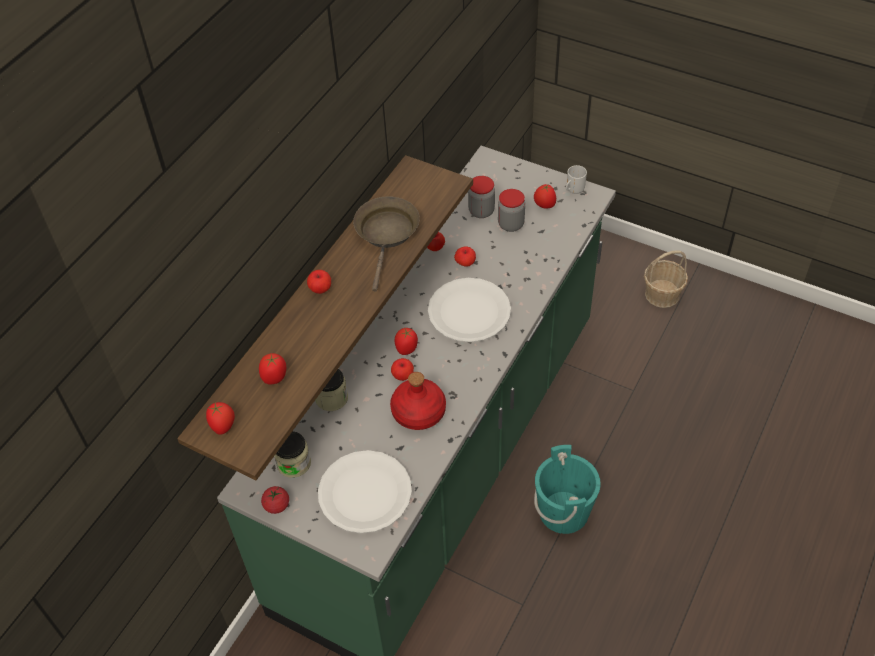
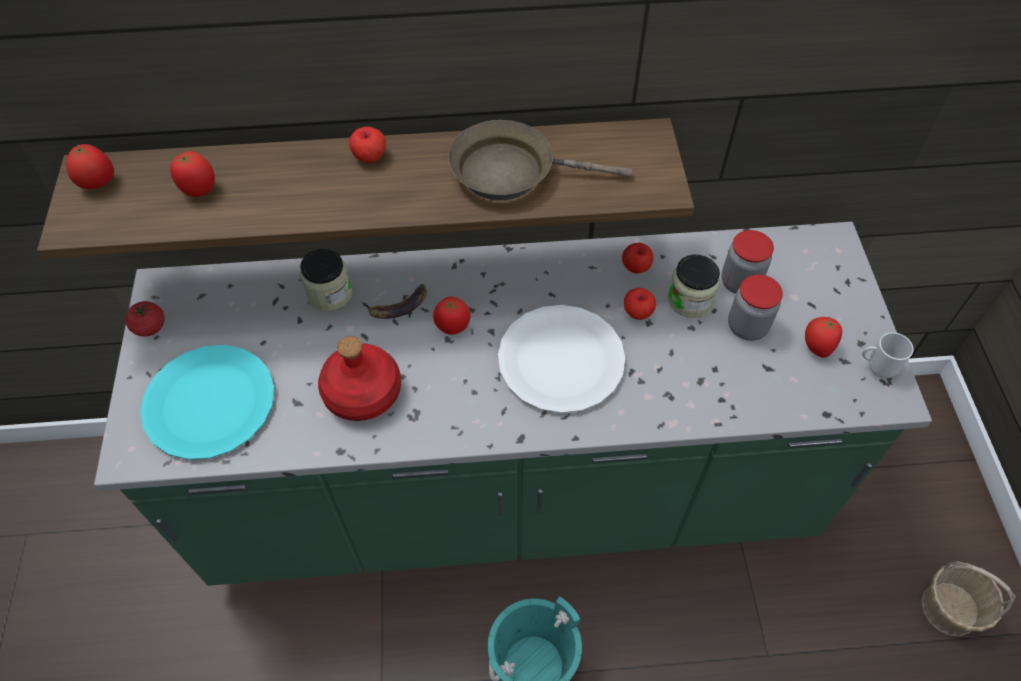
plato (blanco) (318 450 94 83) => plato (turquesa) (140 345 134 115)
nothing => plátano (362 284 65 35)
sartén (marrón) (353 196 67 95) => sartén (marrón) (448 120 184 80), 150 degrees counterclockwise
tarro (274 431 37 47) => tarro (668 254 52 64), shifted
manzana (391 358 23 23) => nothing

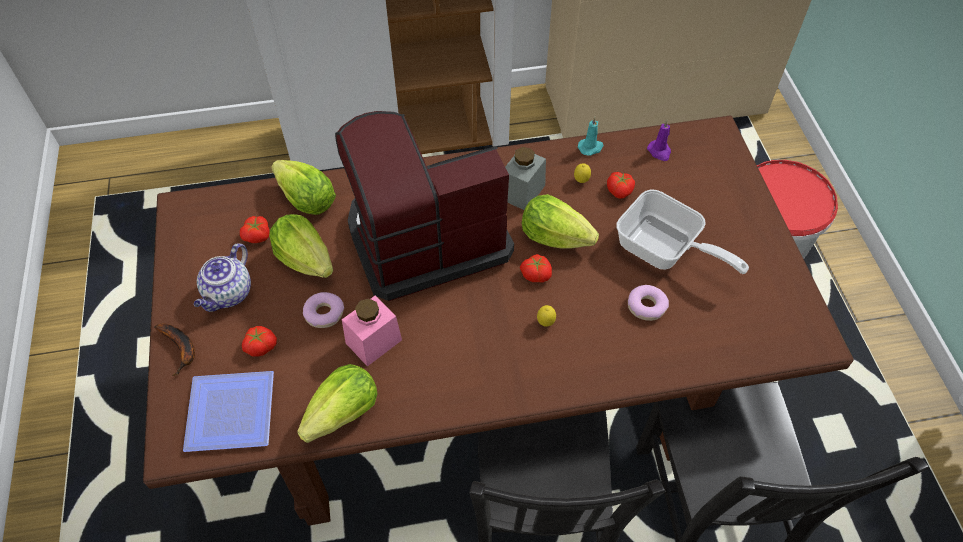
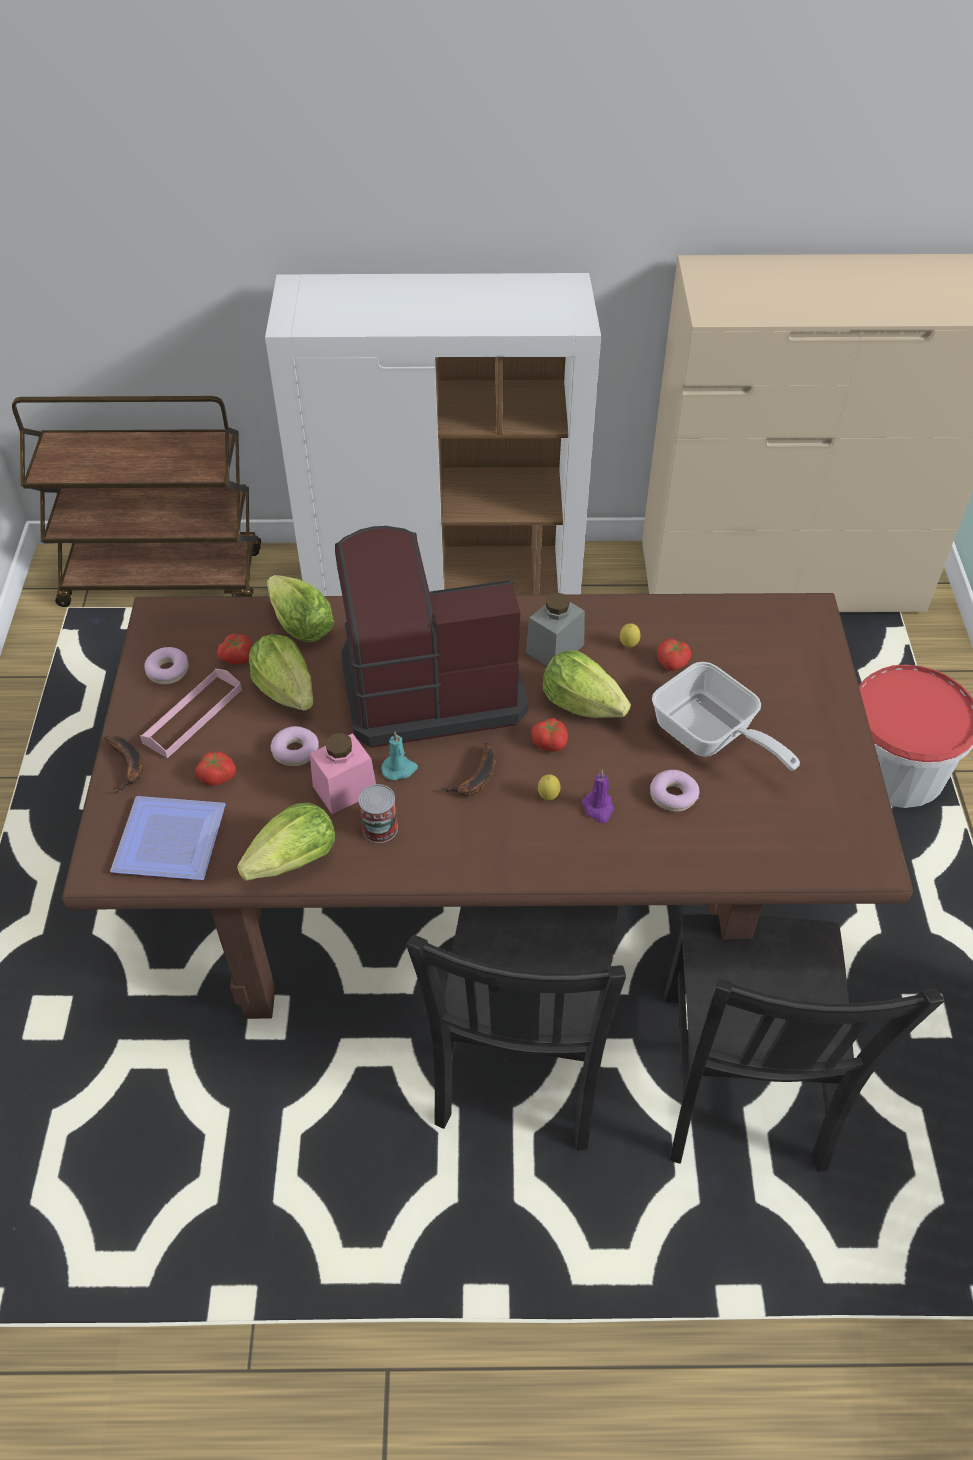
nothing => carrito (marrón) (12 396 249 211)
tetera (194 243 57 69) => bandeja (rosa) (140 669 102 89)
nothing => rosquilla (144 647 45 37)
nothing => lata (358 784 40 59)
vela (turquesa) (578 117 26 39) => vela (turquesa) (381 731 37 50), shifted
nothing => plátano (441 743 55 53)
vela (morado) (647 120 24 41) => vela (morado) (581 770 33 53), shifted

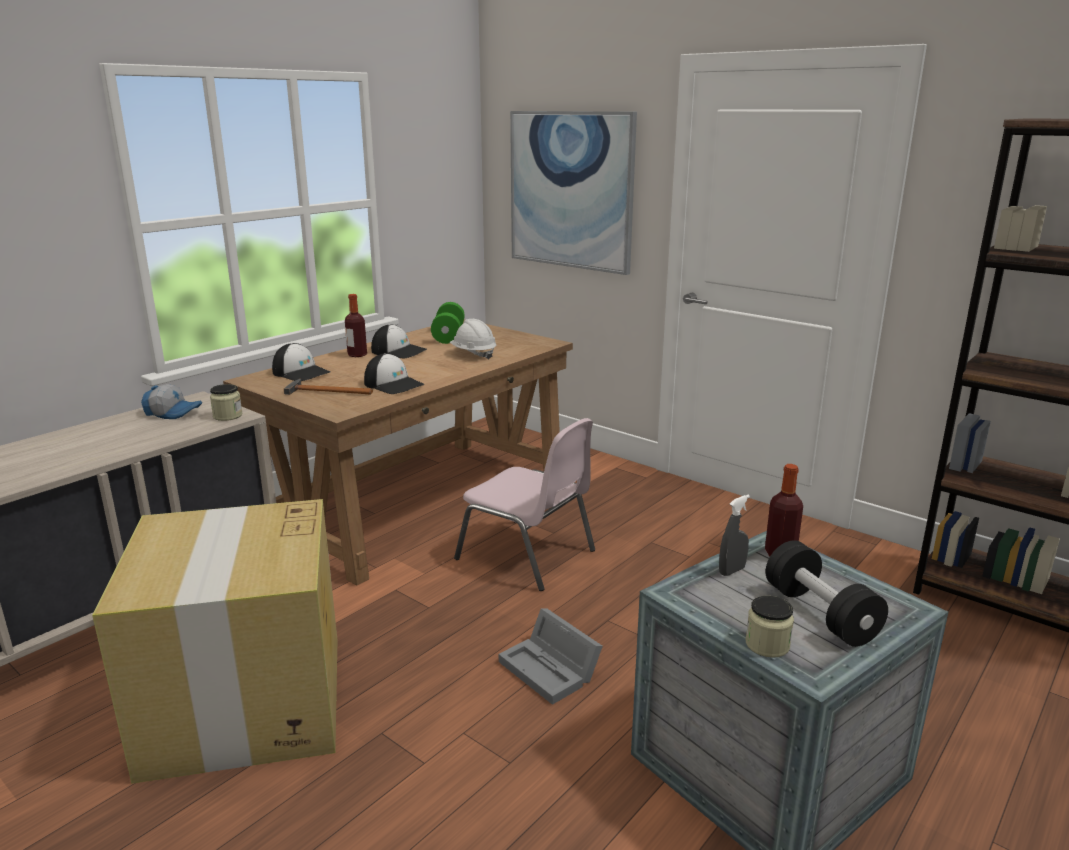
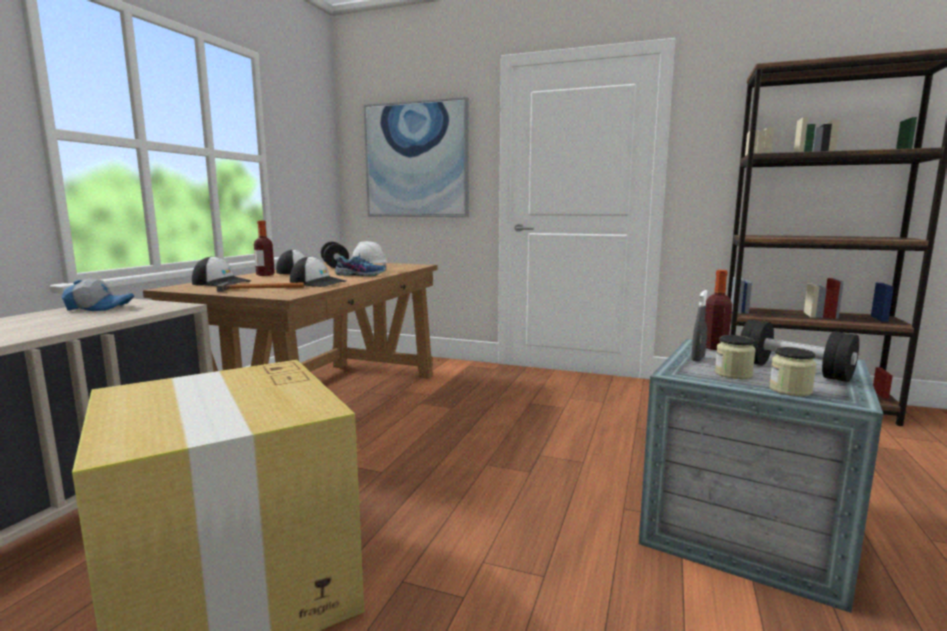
mancuerna (verde) (431 302 34 42) => mancuerna (negro) (321 242 28 26)
nothing => zapato (335 253 51 23)
tarro (210 384 33 37) => tarro (715 335 41 44), shifted
silla (rosa) (454 418 141 173) => nothing
caja de almacenaje (gris) (499 608 104 97) => nothing

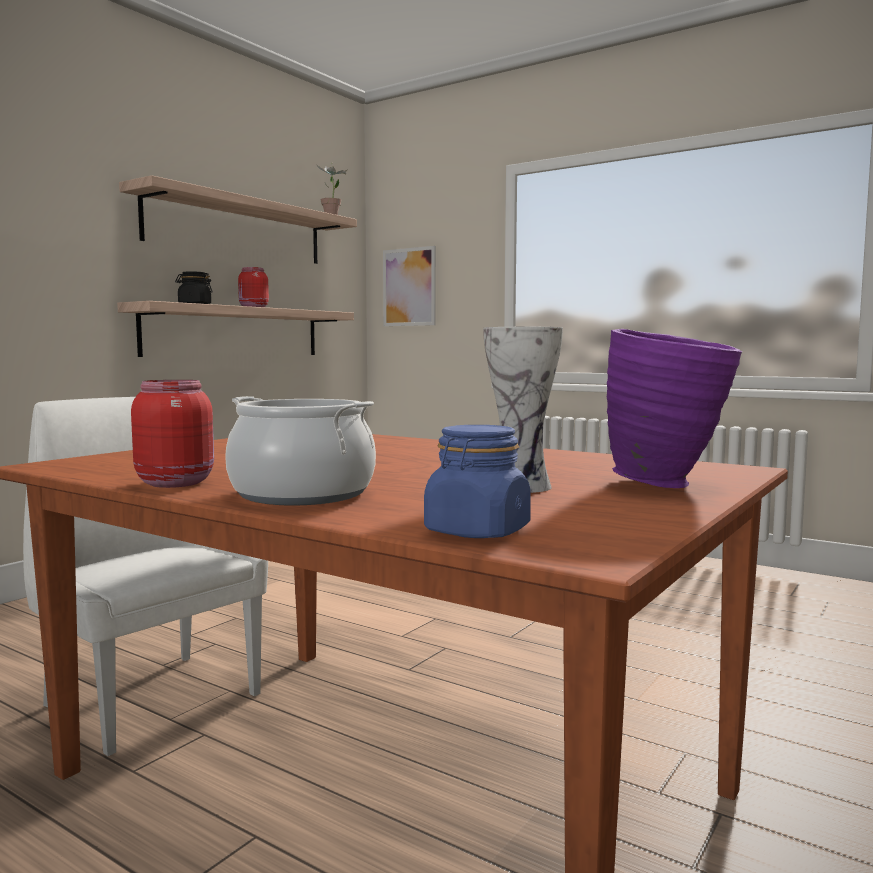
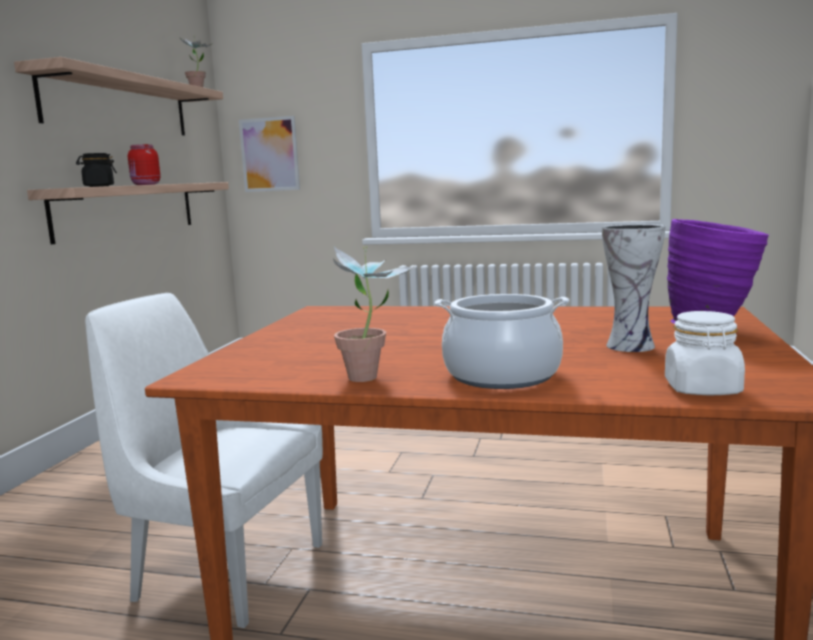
tarro (rojo) (131 380 83 108) => planta en maceta (333 246 81 136)
tarro (azul) (424 425 107 113) => tarro (blanco) (665 311 80 84)

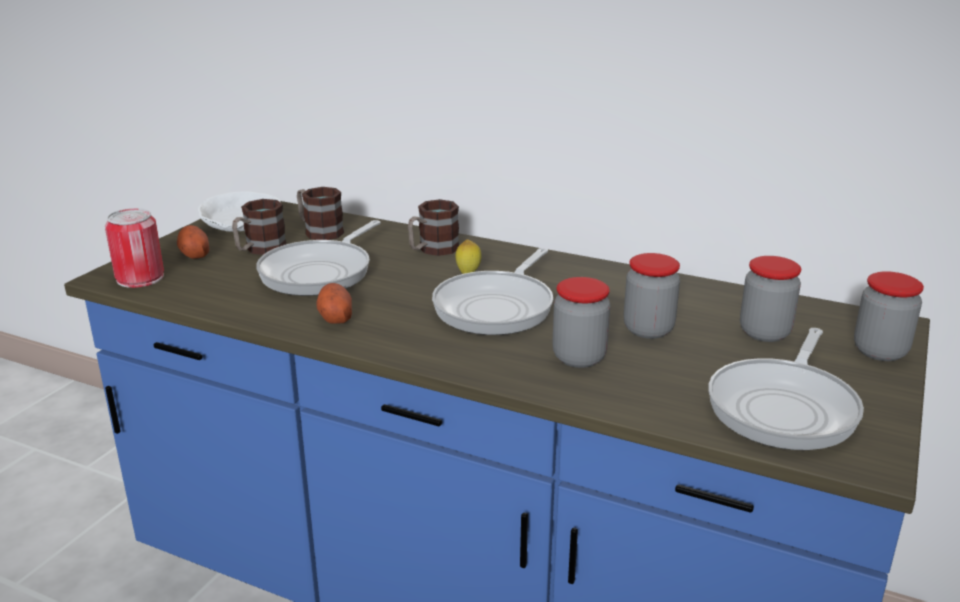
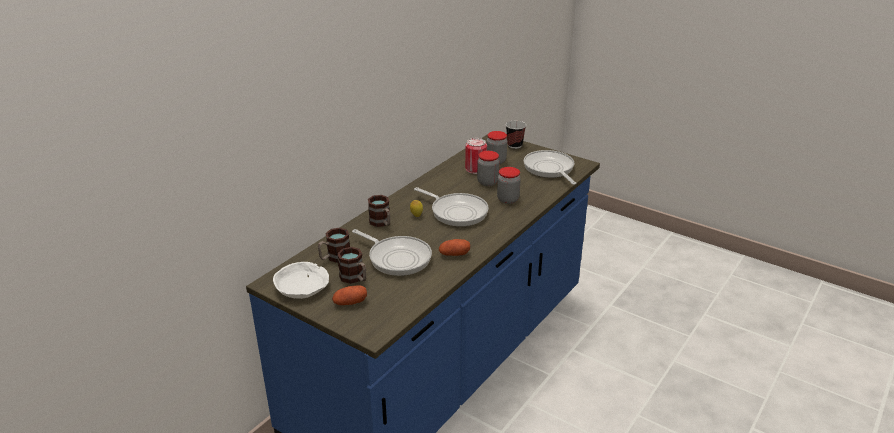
lata (105 208 59 80) => lata (465 138 22 36), shifted
tarro (854 271 70 90) => taza (506 121 20 28)
sartén (708 328 156 122) => sartén (524 150 52 35), 150 degrees counterclockwise

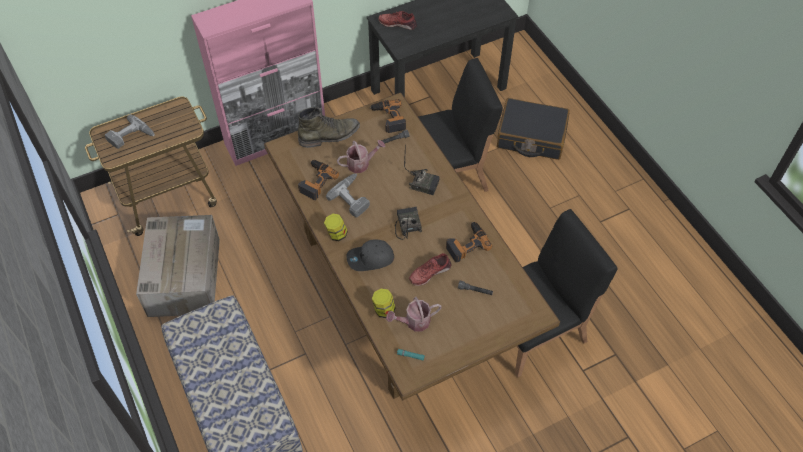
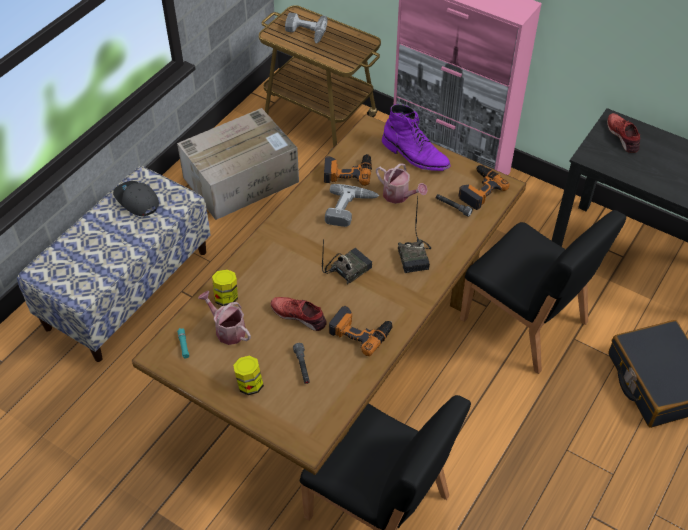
gorra (gris) (346 239 48 32) => gorra (gris) (113 181 46 35), shifted
tarro (324 214 24 27) => tarro (233 356 31 39), shifted
bota (verde) (298 107 62 41) => bota (morado) (382 104 69 67)

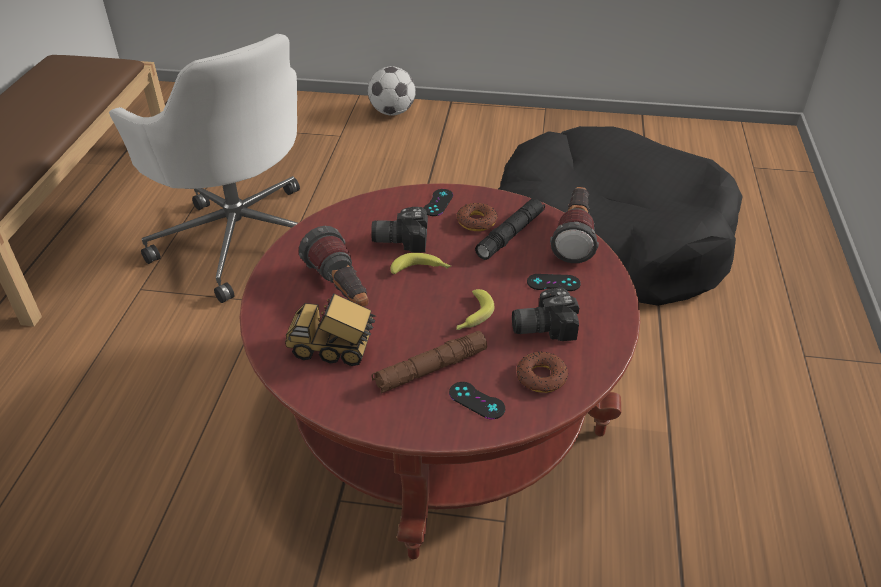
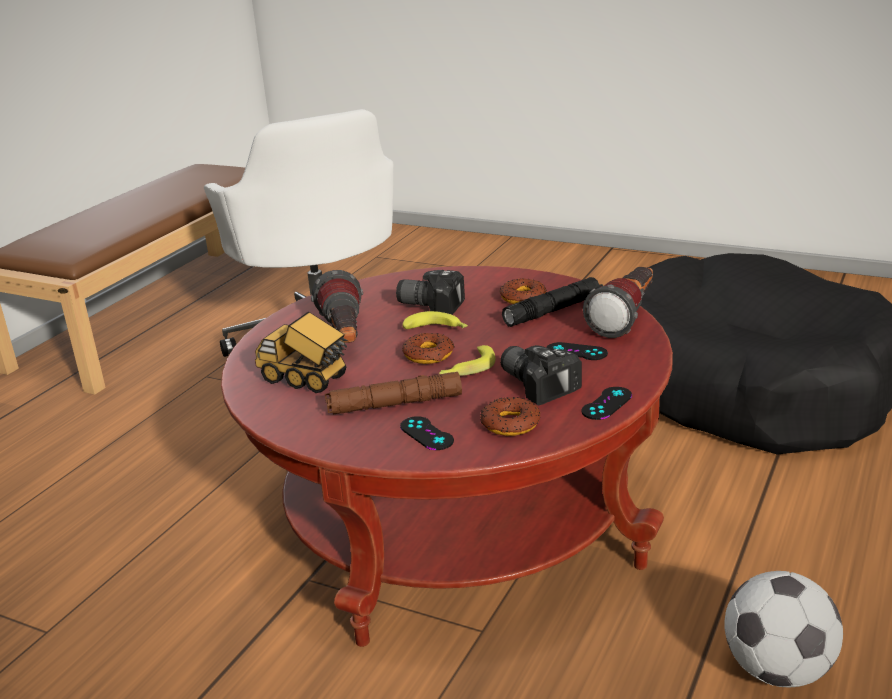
nothing => rosquilla (402 333 52 31)
cámara (512 288 67 53) => cámara (500 345 82 61), 45 degrees clockwise
mando de consola (negro) (424 189 29 27) => mando de consola (negro) (581 387 51 33), shifted
balón de fútbol (368 66 48 50) => balón de fútbol (724 571 119 116), shifted

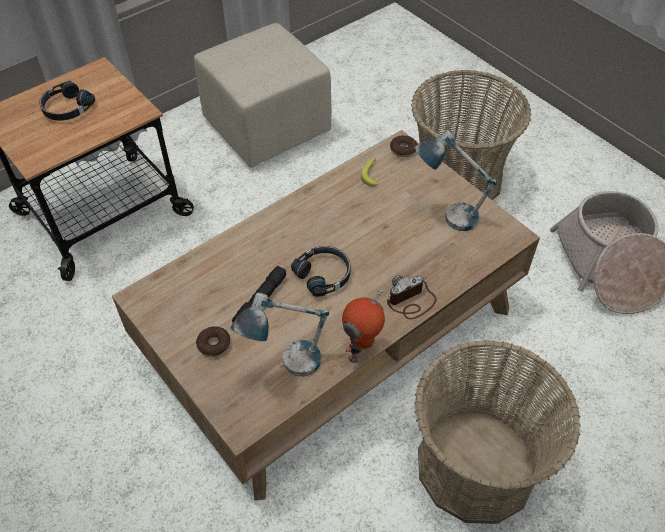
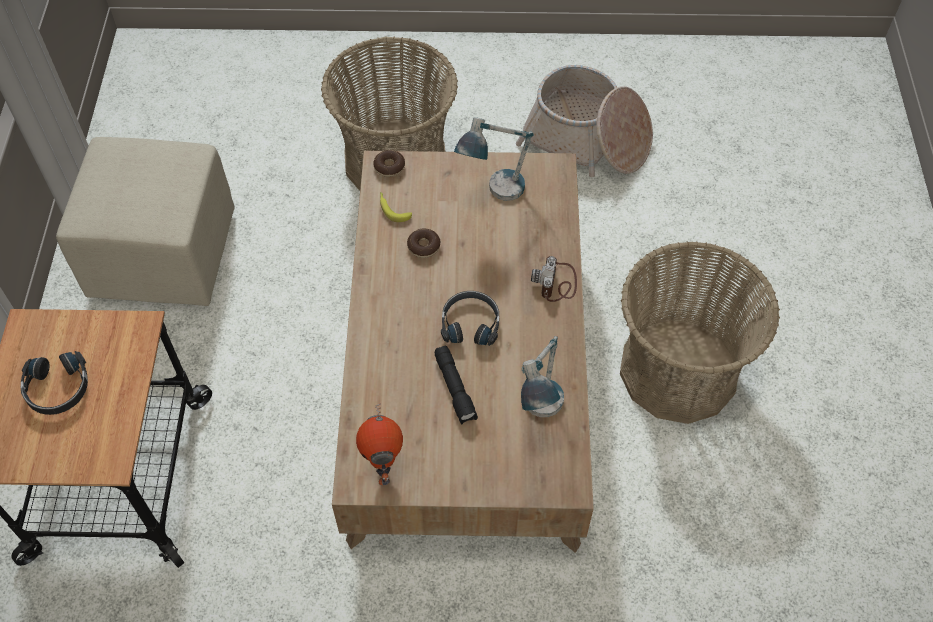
robot de juguete (342 291 43 72) => robot de juguete (356 404 47 81), shifted
rosquilla (196 326 34 31) => rosquilla (407 229 33 29), shifted

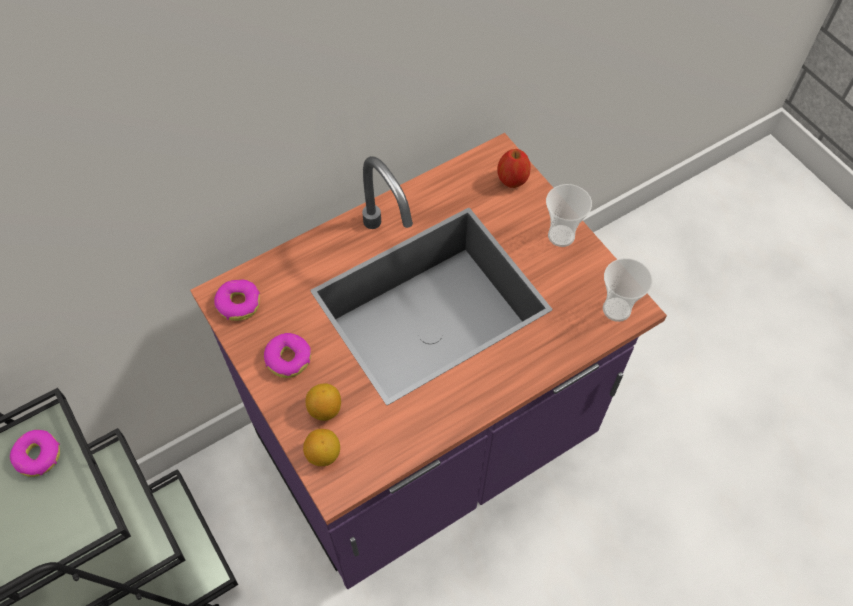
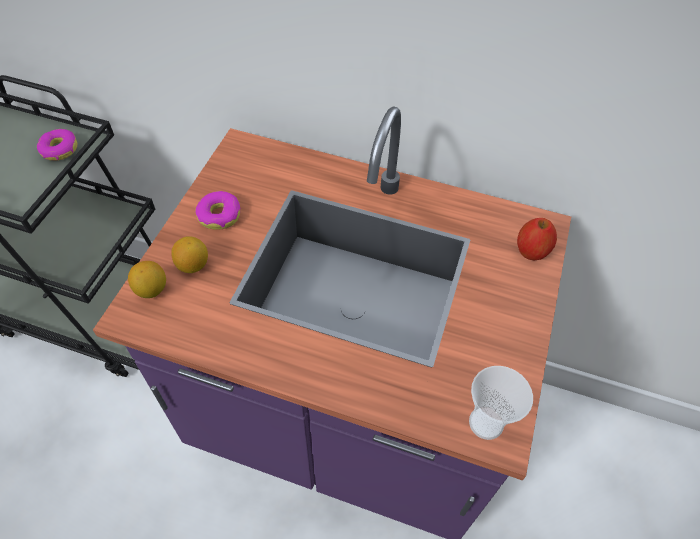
rosquilla (214 280 46 41) => nothing
taza (546 184 46 63) => nothing

